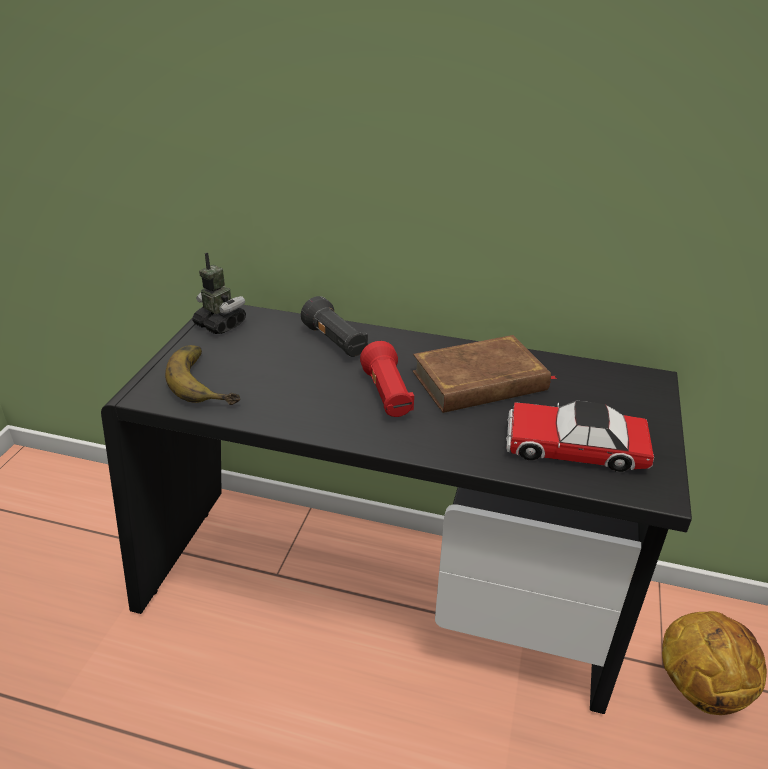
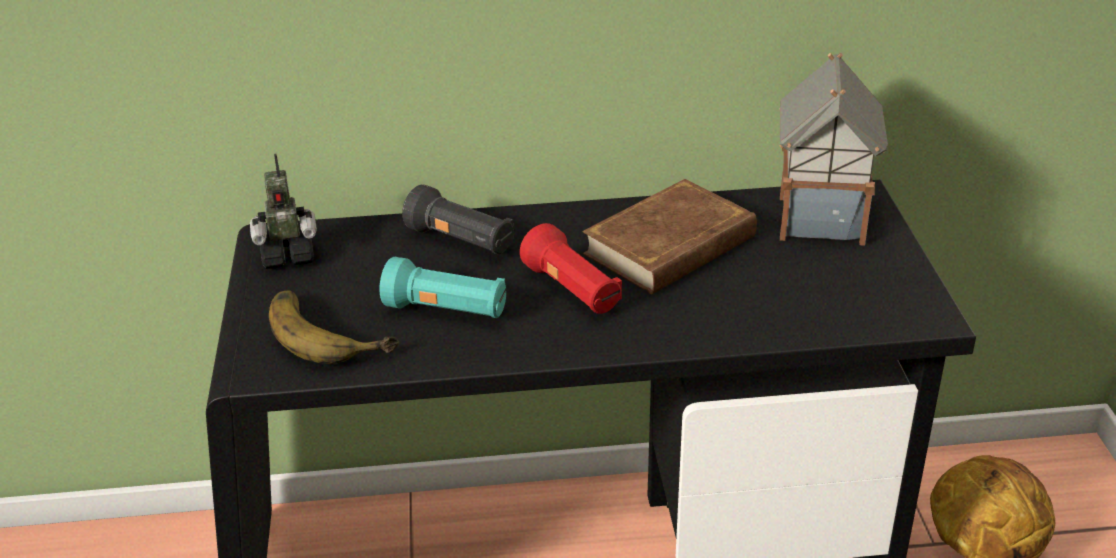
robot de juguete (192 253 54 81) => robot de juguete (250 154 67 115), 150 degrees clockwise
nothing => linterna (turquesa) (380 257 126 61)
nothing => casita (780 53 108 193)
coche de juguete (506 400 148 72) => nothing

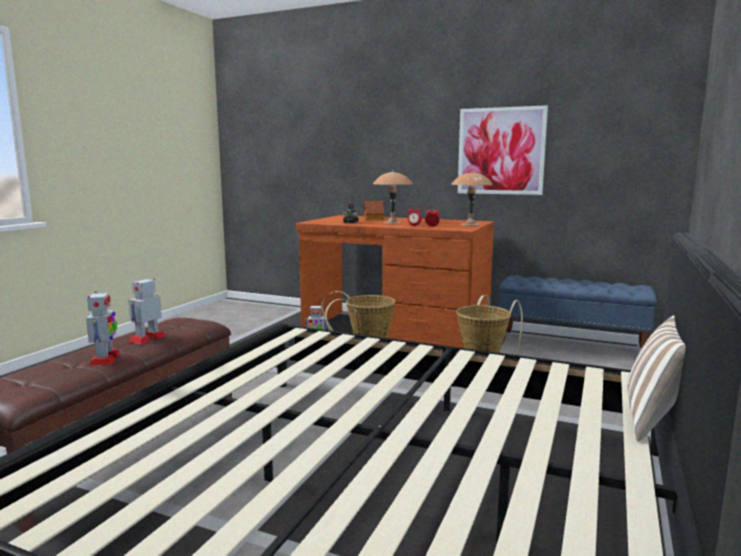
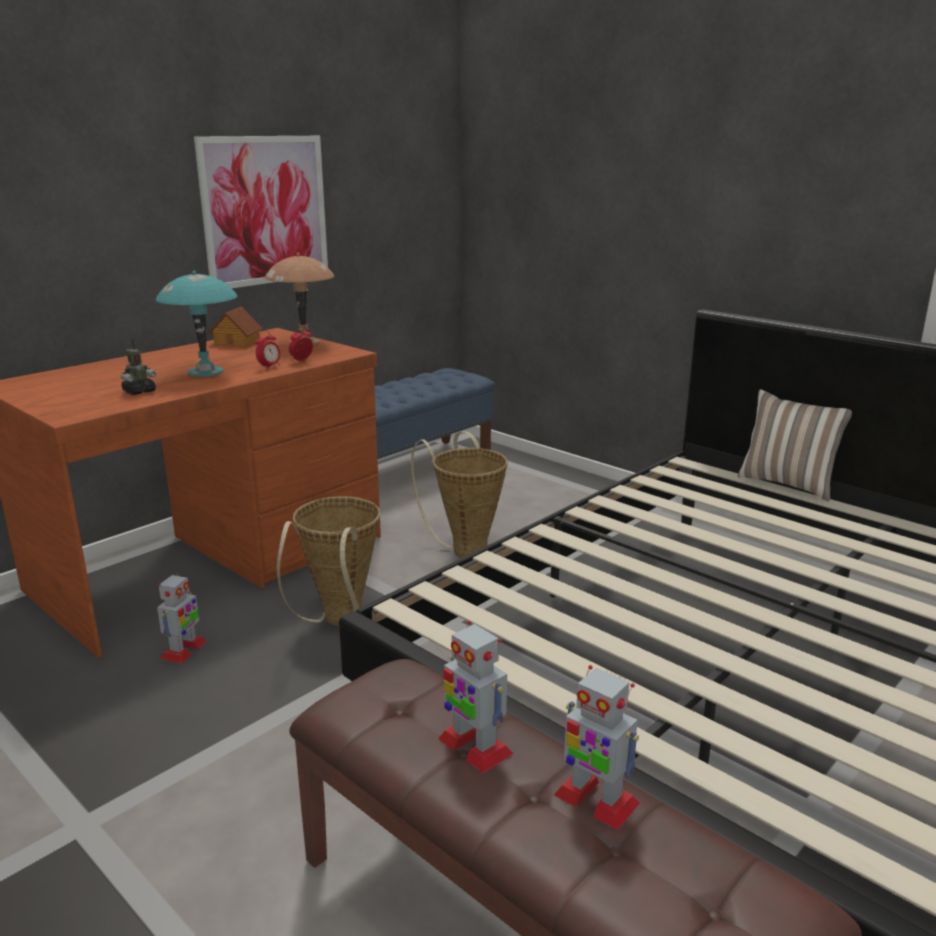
lámpara de mesa (marrón) (373 170 40 54) => lámpara de mesa (turquesa) (156 271 81 106)
casita (364 201 20 19) => casita (208 306 55 41), shifted
robot de juguete (86 291 35 75) => robot de juguete (554 665 86 165), 150 degrees counterclockwise

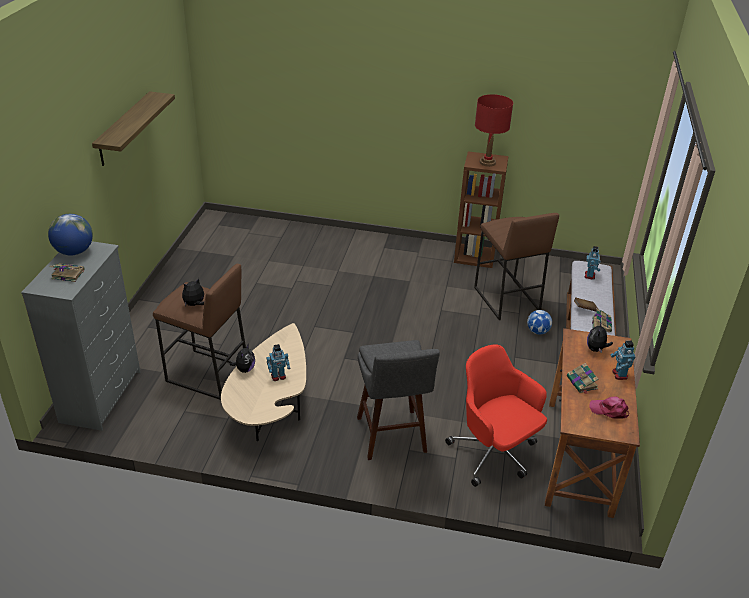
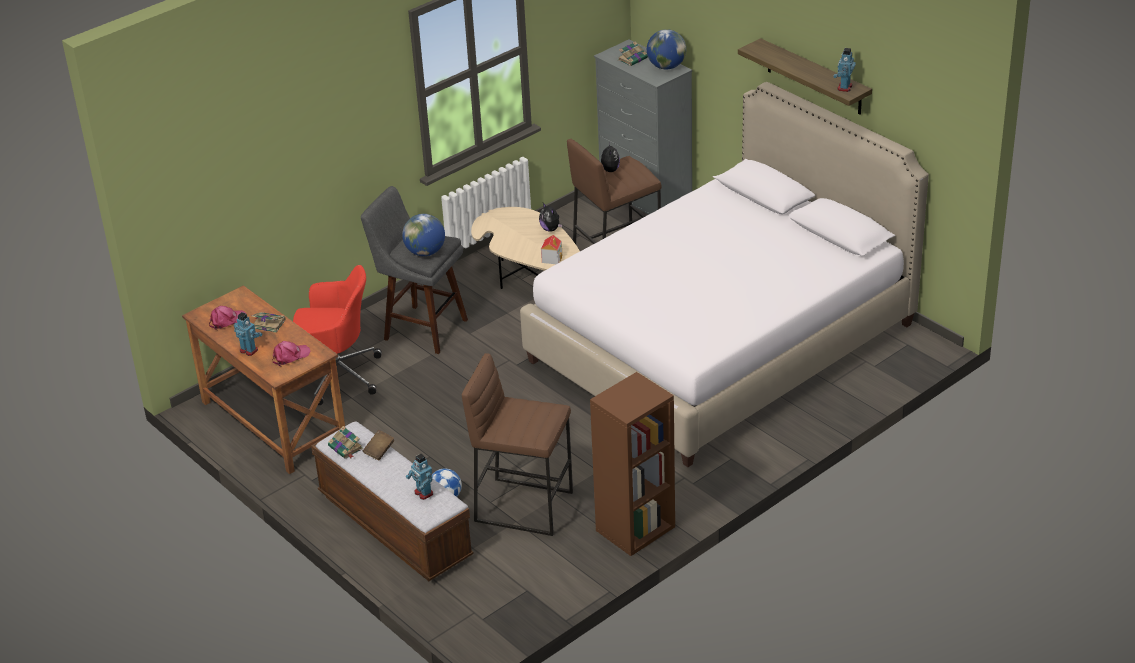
peluche (587 323 26 30) => gorra (rosa) (273 341 37 25)
nothing => globo terráqueo (402 214 43 42)
nothing => cama (blanco) (520 82 409 385)
nothing => casita (541 235 21 29)
robot de juguete (267 344 23 37) => robot de juguete (833 48 23 44), shifted
lámpara de mesa (rojo) (475 94 38 73) => nothing

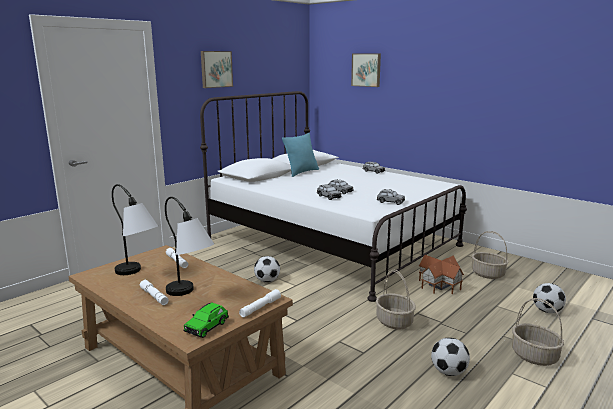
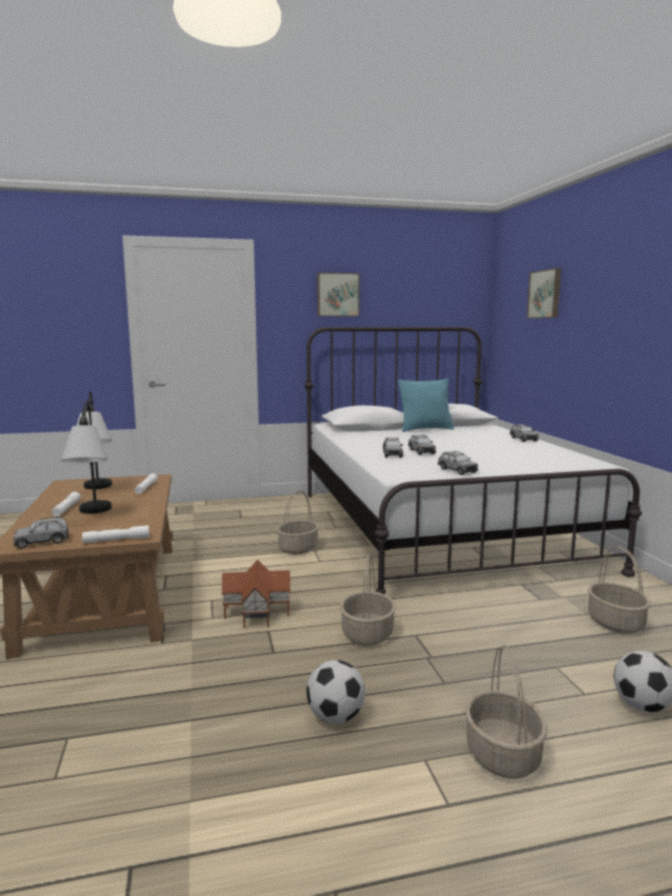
coche de juguete (verde) (183 303 46 35) => coche de juguete (gris) (14 517 54 32)
casita (419 255 45 39) => casita (221 559 70 69), shifted
balón de fútbol (254 256 26 26) => cesta (277 490 42 64)

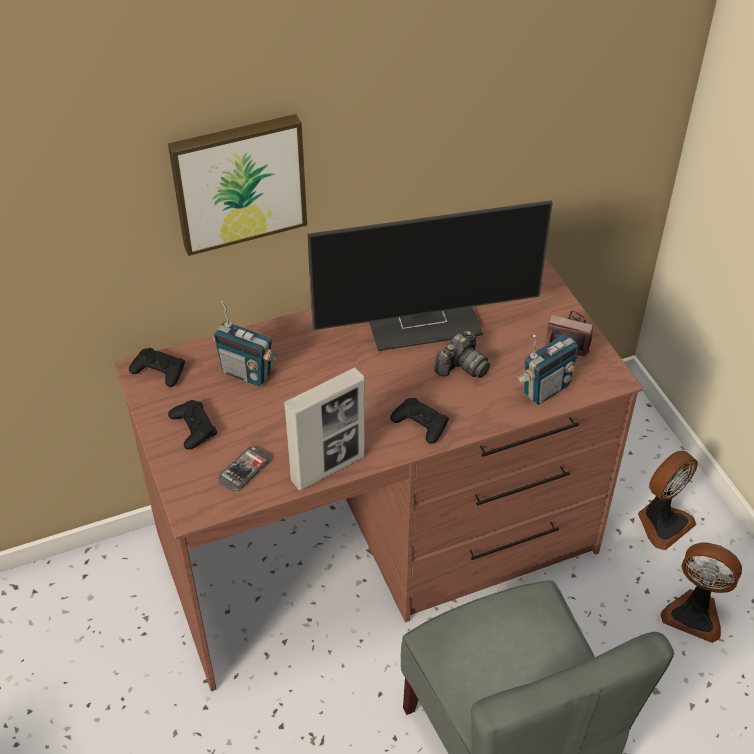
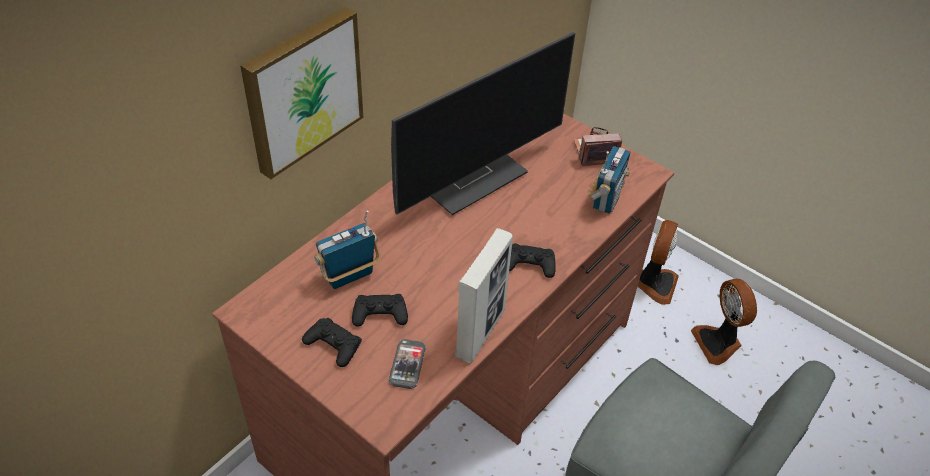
radio (213 301 65 86) => radio (314 211 67 78), 150 degrees clockwise
mando de consola (negro) (129 348 56 39) => mando de consola (negro) (352 294 56 32), shifted
ventilador (660 542 82 101) => ventilador (691 278 66 87), 75 degrees clockwise
cámara (434 331 56 47) => nothing

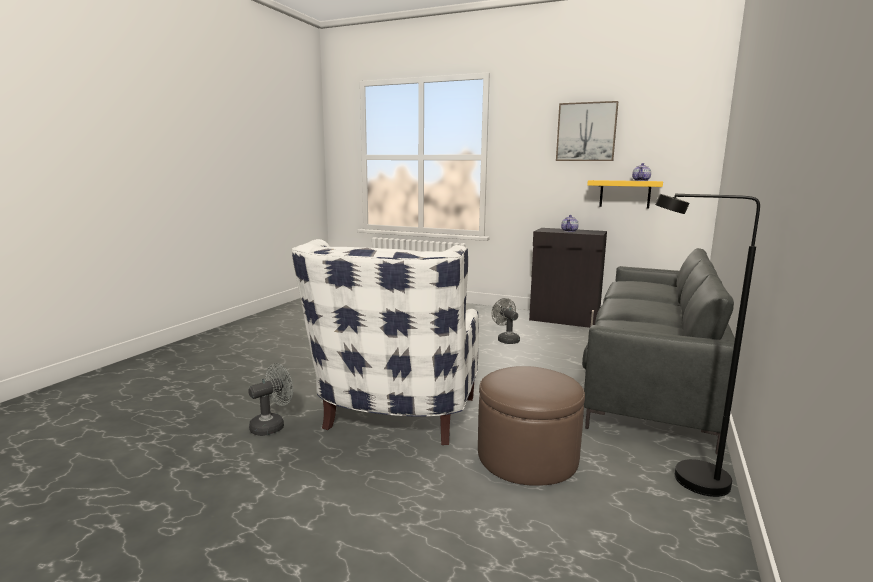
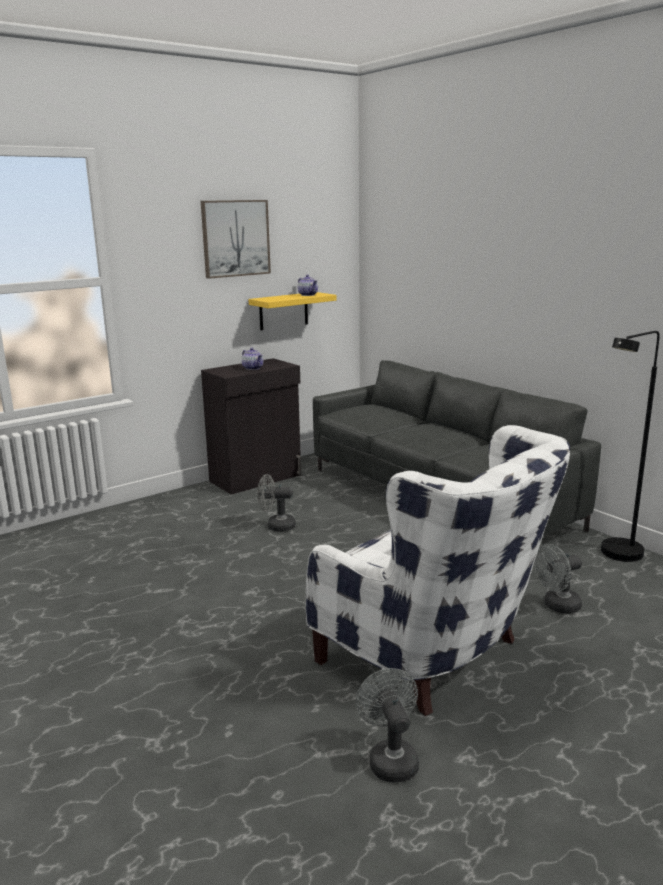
puf (marrón) (478 366 107 120) => ventilador (gris) (534 544 48 70)

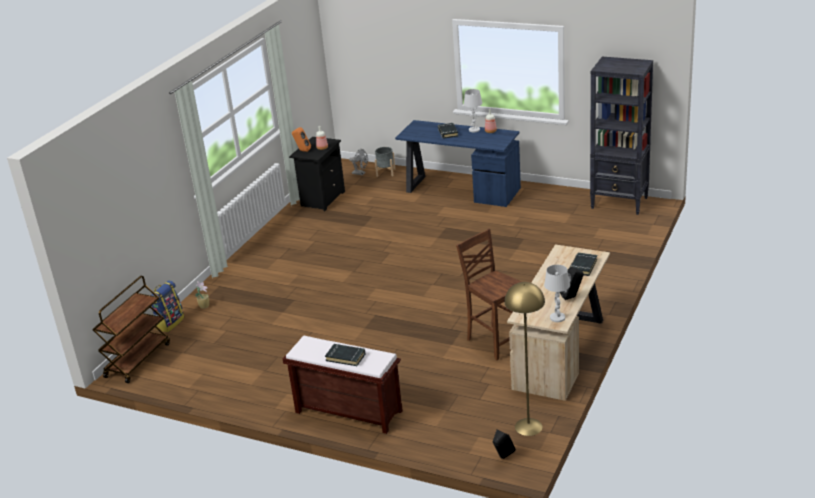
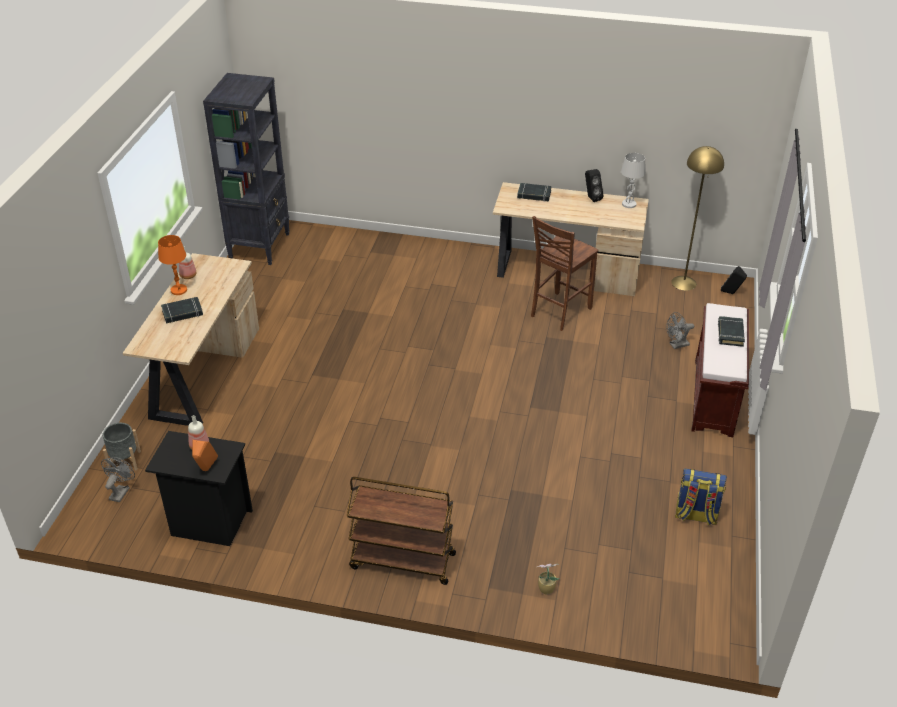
escritorio (azul) (395 120 126 87) => escritorio (beis) (123 253 136 173)
lámpara de mesa (blanco) (464 89 18 43) => lámpara de mesa (naranja) (158 235 29 60)
carrito (marrón) (93 276 77 107) => carrito (marrón) (347 477 109 108), shifted
nothing => ventilador (gris) (666 312 28 37)
mochila (151 280 33 52) => mochila (675 469 52 57), shifted

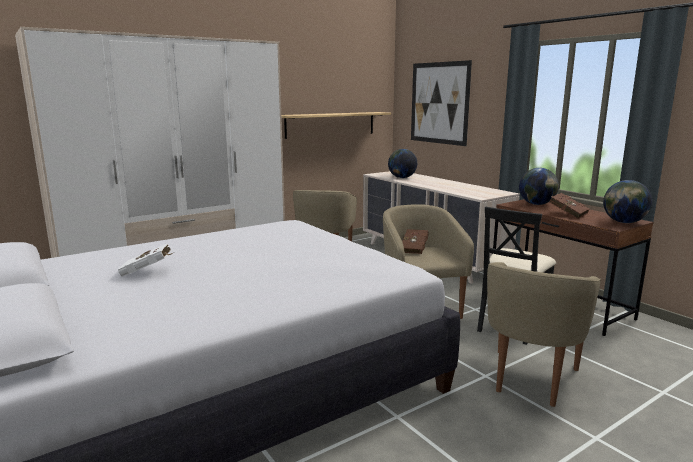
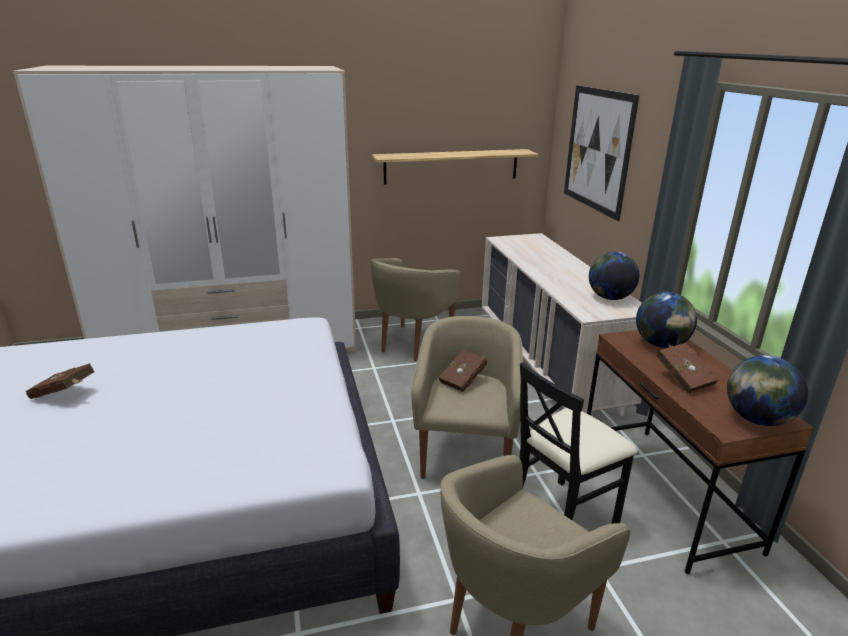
libro (blanco) (118 243 57 34) => libro (marrón) (26 363 69 36)
globo terráqueo (388 149 29 29) => globo terráqueo (589 252 51 48), shifted

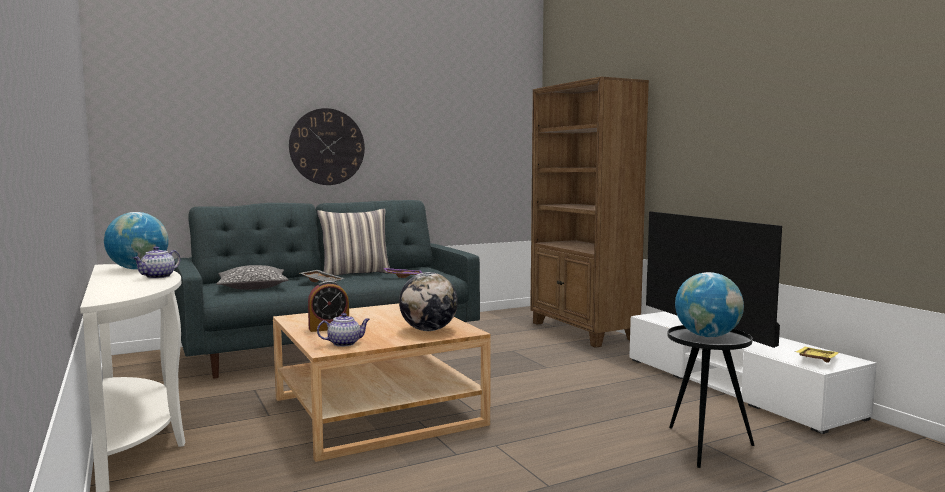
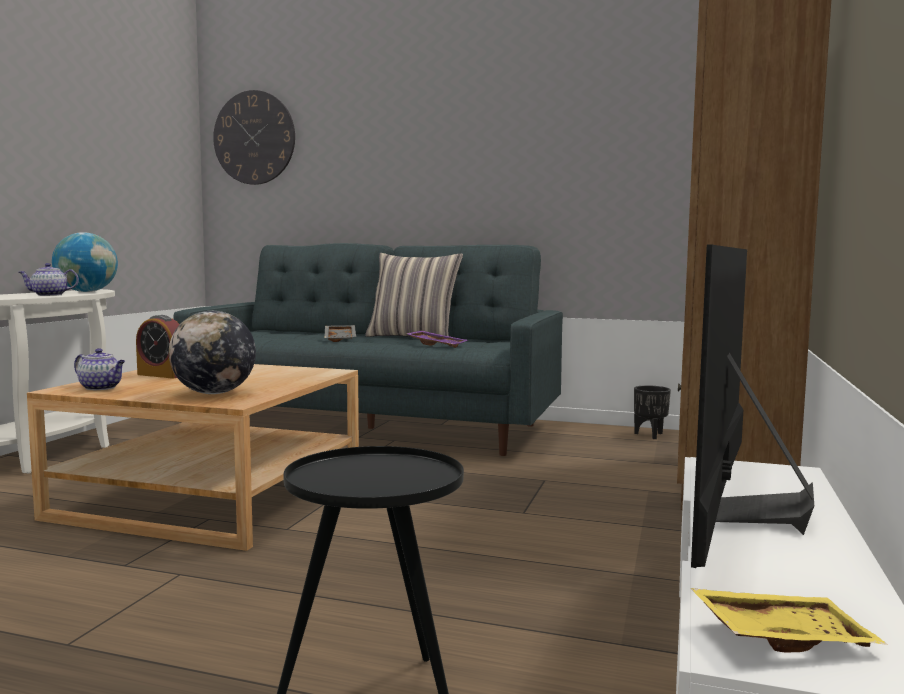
reloj de pared (289 108 76 77) => reloj de pared (213 90 82 95), shifted
nothing => maceta (negro) (634 385 37 54)
cojín (217 265 71 25) => nothing
globo terráqueo (675 272 69 65) => nothing

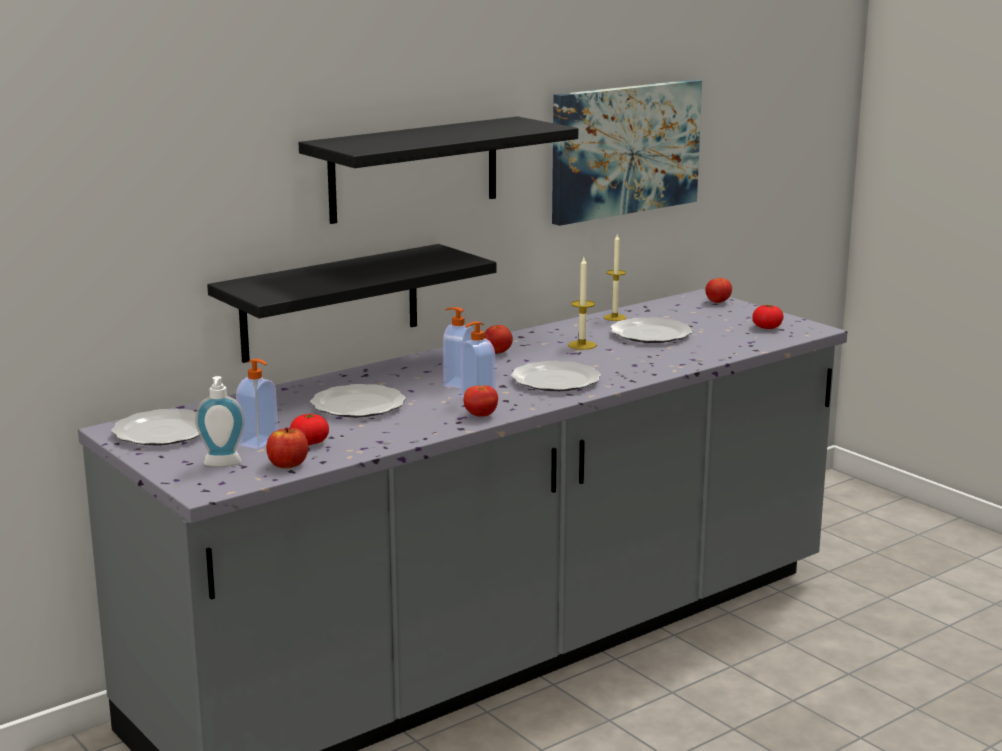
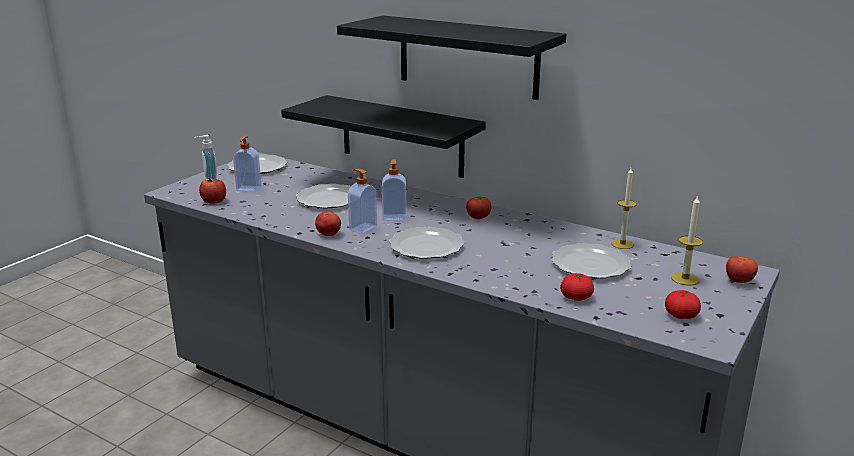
tomate (290 414 39 31) => tomate (560 273 34 28), shifted
vela (568 257 28 93) => vela (671 195 32 90), shifted
cuadro (552 80 150 146) => nothing

